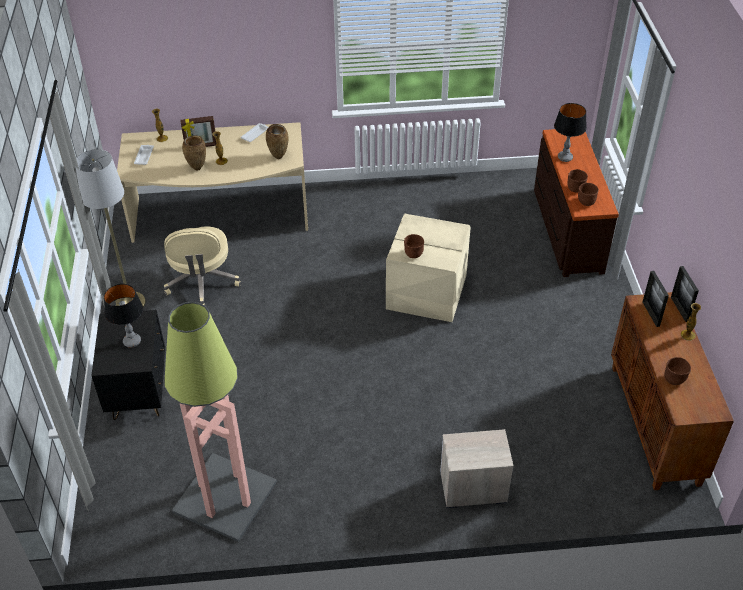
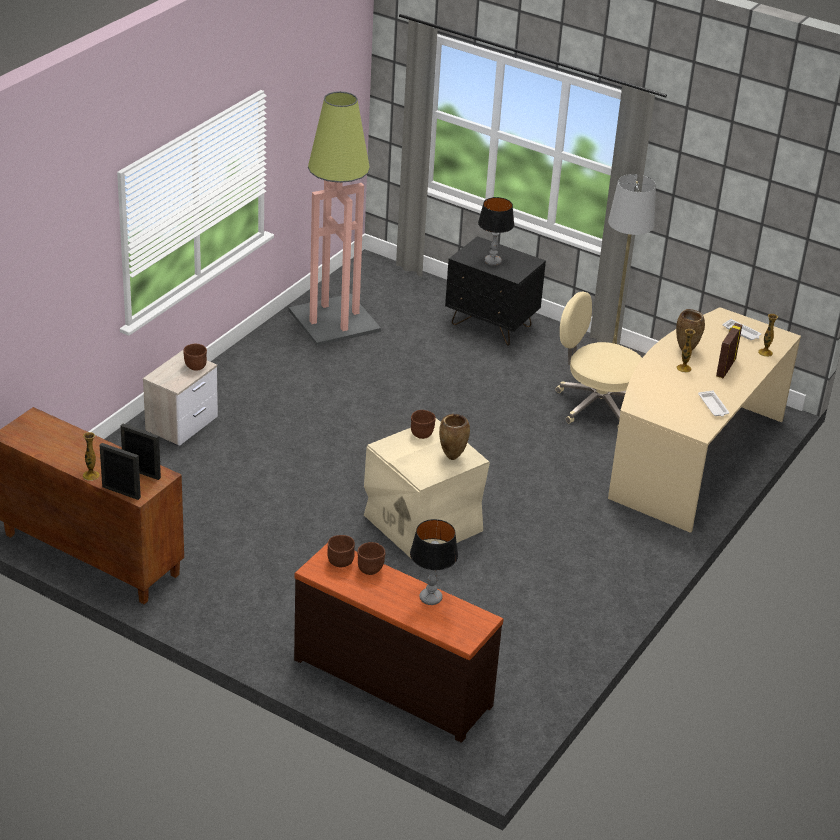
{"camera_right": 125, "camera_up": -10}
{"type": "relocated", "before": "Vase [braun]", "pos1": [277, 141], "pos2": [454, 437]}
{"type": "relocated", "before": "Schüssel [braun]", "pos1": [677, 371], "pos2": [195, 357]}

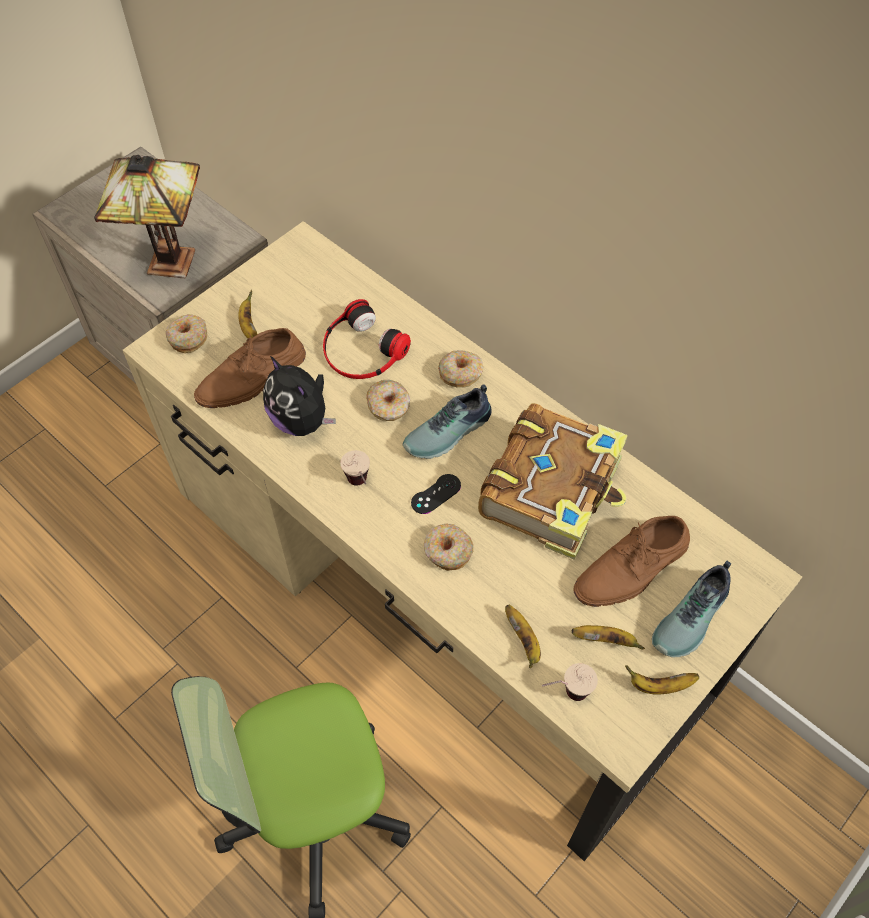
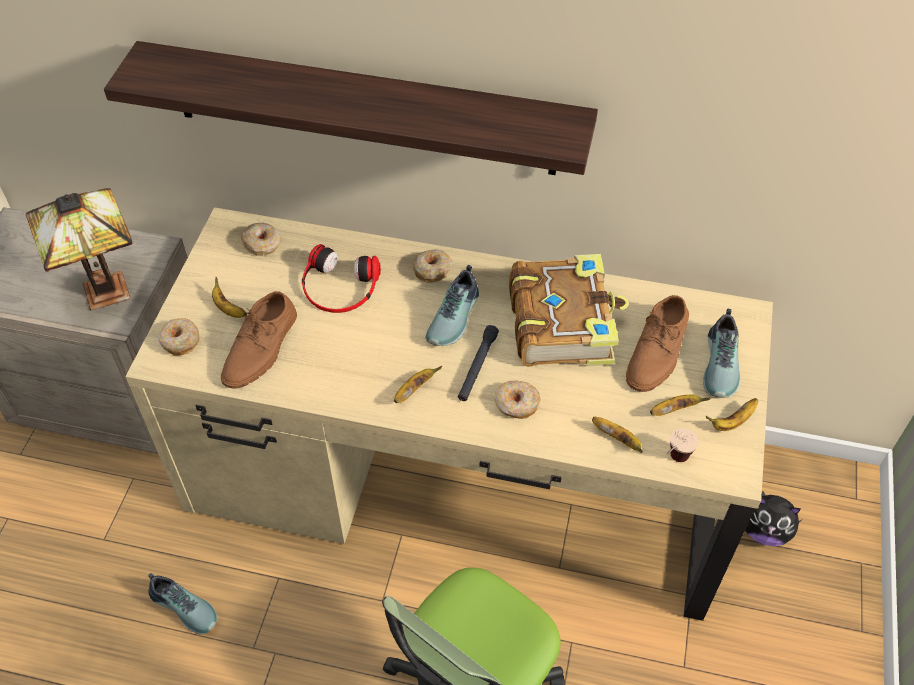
{"camera_right": -30, "camera_up": -5}
{"type": "relocated", "before": "Plüschtier", "pos1": [299, 396], "pos2": [774, 518]}
{"type": "exchanged", "before": "Tasse", "after": "Banane", "pos1": [355, 468], "pos2": [418, 384]}
{"type": "relocated", "before": "Donut", "pos1": [388, 400], "pos2": [261, 239]}
{"type": "exchanged", "before": "Gamepad [schwarz]", "after": "Taschenlampe [schwarz]", "pos1": [436, 494], "pos2": [478, 363]}
{"type": "appeared", "after": "Wandregal", "pos2": [351, 108]}
{"type": "appeared", "after": "Schuh", "pos2": [182, 603]}

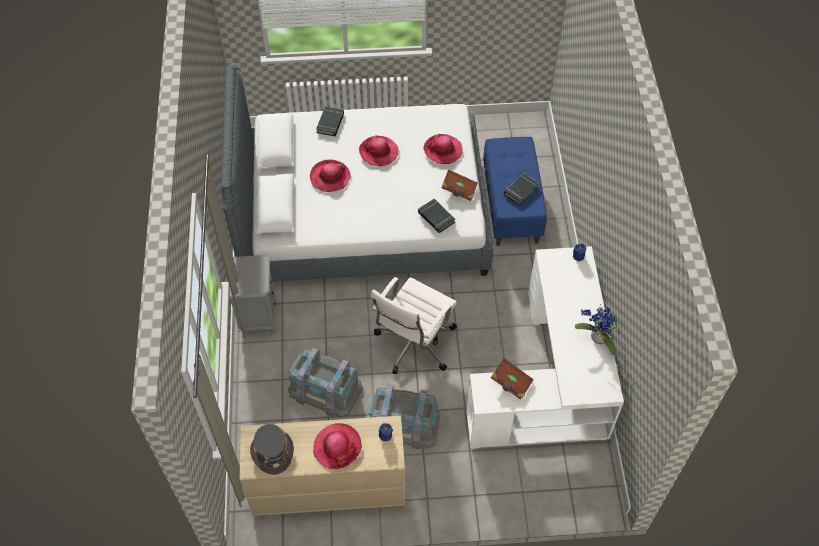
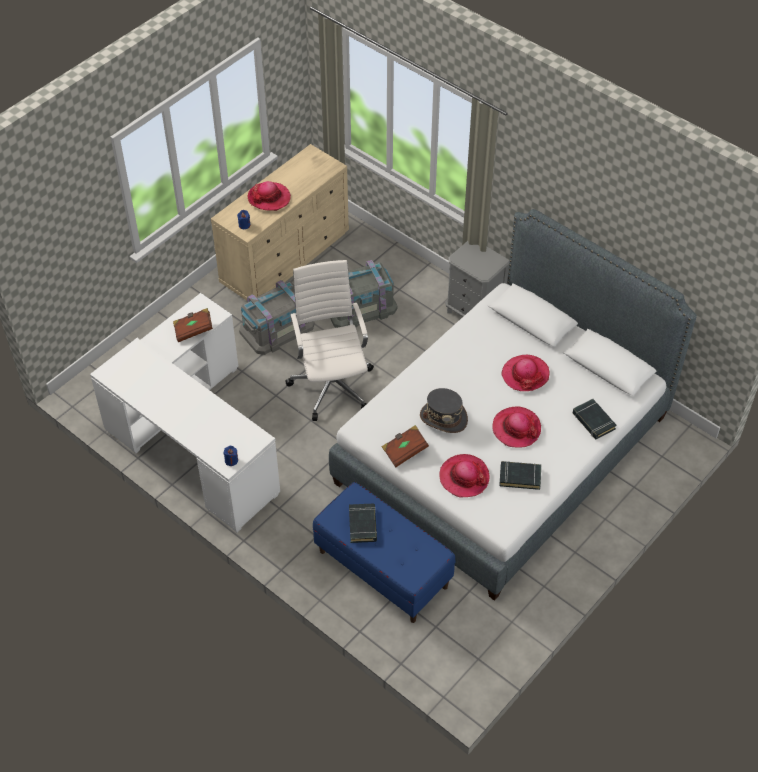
{"camera_right": 135, "camera_up": -5}
{"type": "relocated", "before": "Hut [grau]", "pos1": [272, 449], "pos2": [444, 410]}
{"type": "relocated", "before": "Buch [schwarz]", "pos1": [436, 216], "pos2": [520, 475]}
{"type": "missing", "before": "Topfpflanze", "pos1": [596, 329]}

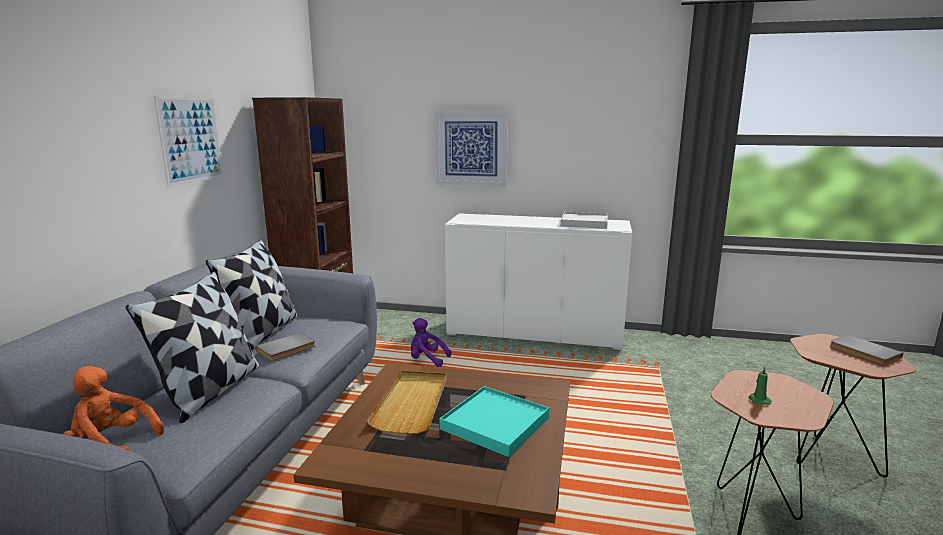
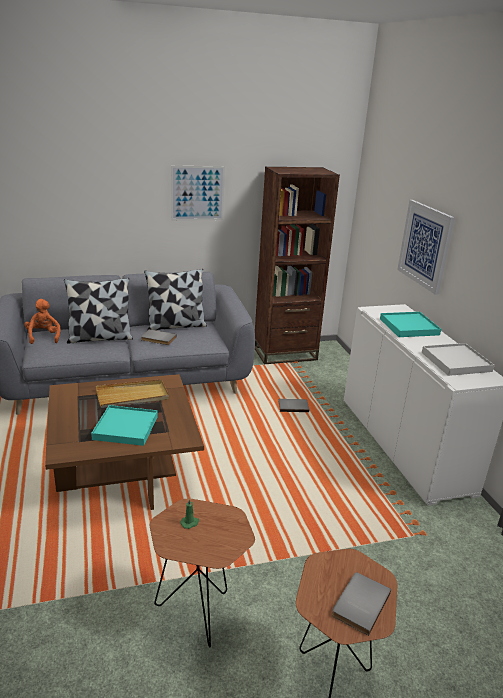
{"camera_right": 60, "camera_up": 10}
{"type": "exchanged", "before": "Plüschtier [lila]", "after": "Buch [grau]", "pos1": [431, 342], "pos2": [293, 405]}
{"type": "appeared", "after": "Tablett [türkis]", "pos2": [410, 324]}

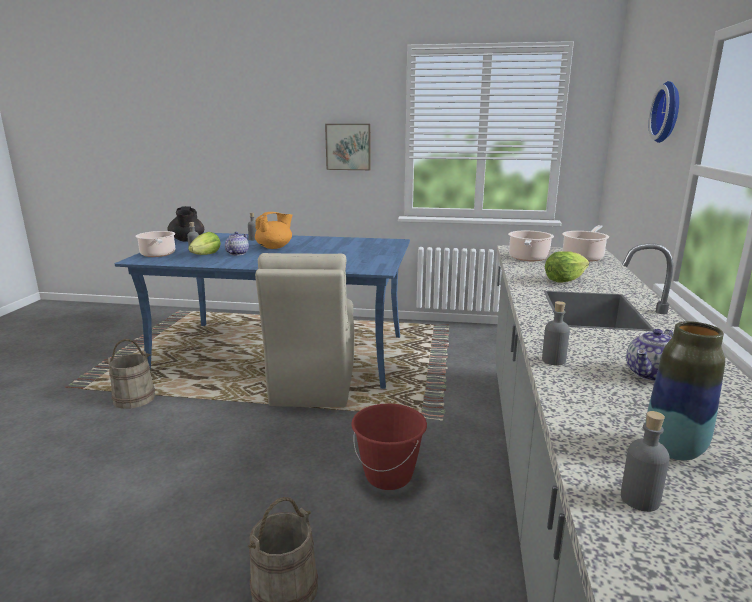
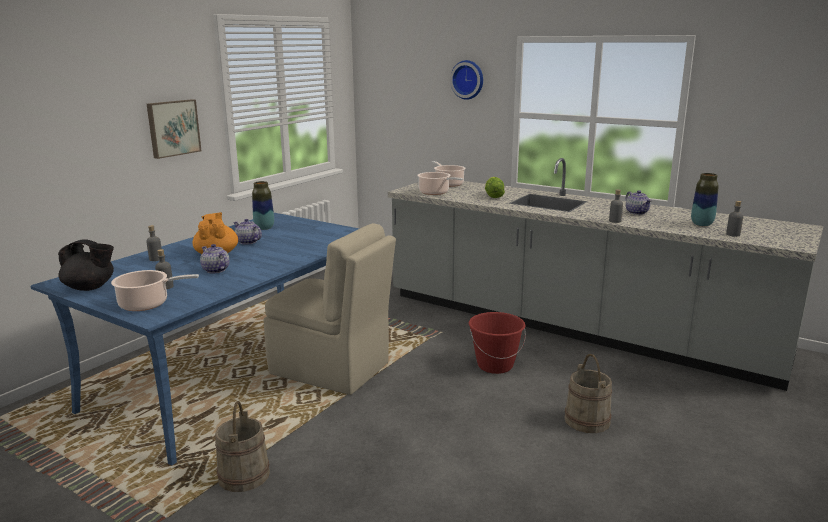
{"camera_right": -65, "camera_up": 0}
{"type": "missing", "before": "Salatkopf", "pos1": [204, 243]}
{"type": "appeared", "after": "Teekanne", "pos2": [247, 232]}
{"type": "appeared", "after": "Vase", "pos2": [263, 205]}

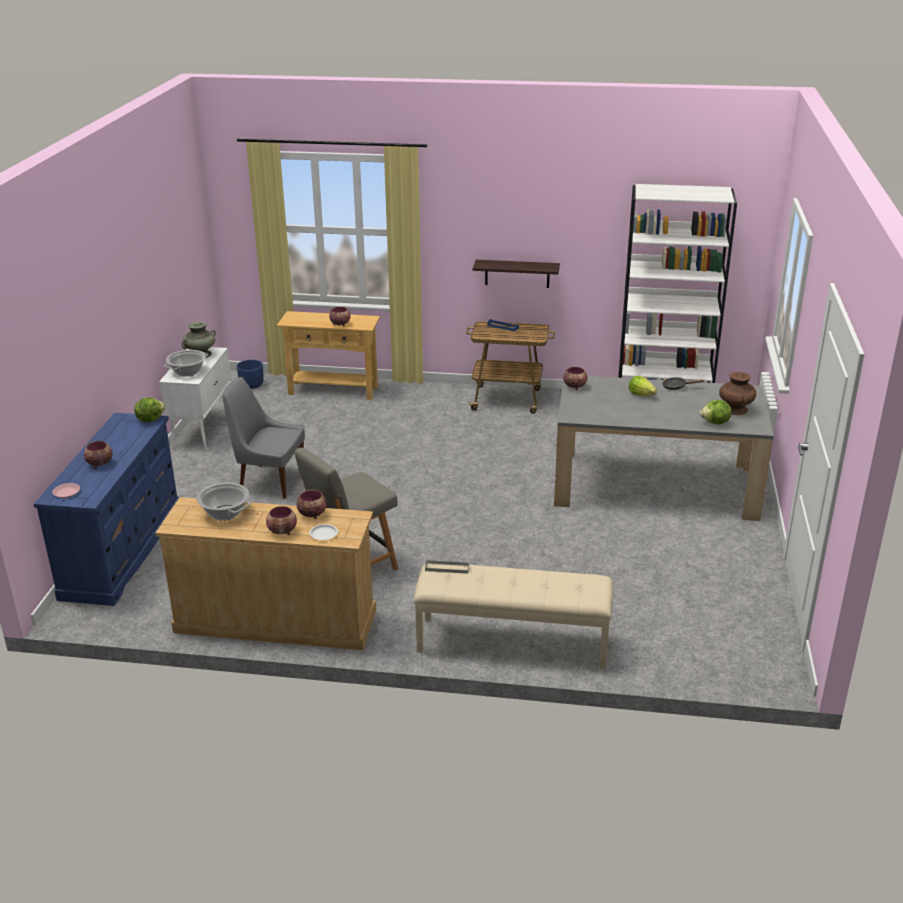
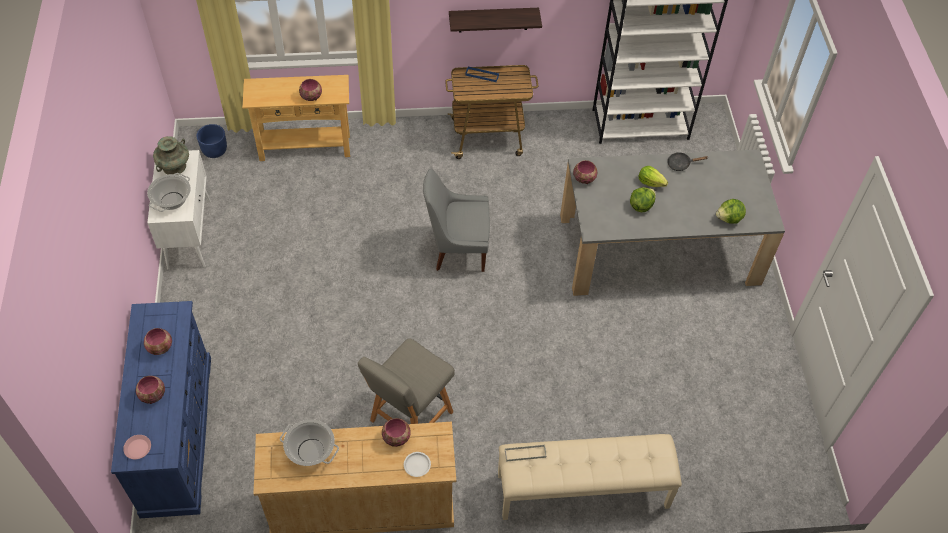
{"camera_right": -15, "camera_up": 25}
{"type": "relocated", "before": "Salatkopf", "pos1": [150, 410], "pos2": [643, 199]}
{"type": "relocated", "before": "Stuhl [grau]", "pos1": [263, 438], "pos2": [456, 220]}
{"type": "relocated", "before": "Schüssel", "pos1": [281, 520], "pos2": [158, 341]}
{"type": "missing", "before": "Vase [braun]", "pos1": [737, 393]}

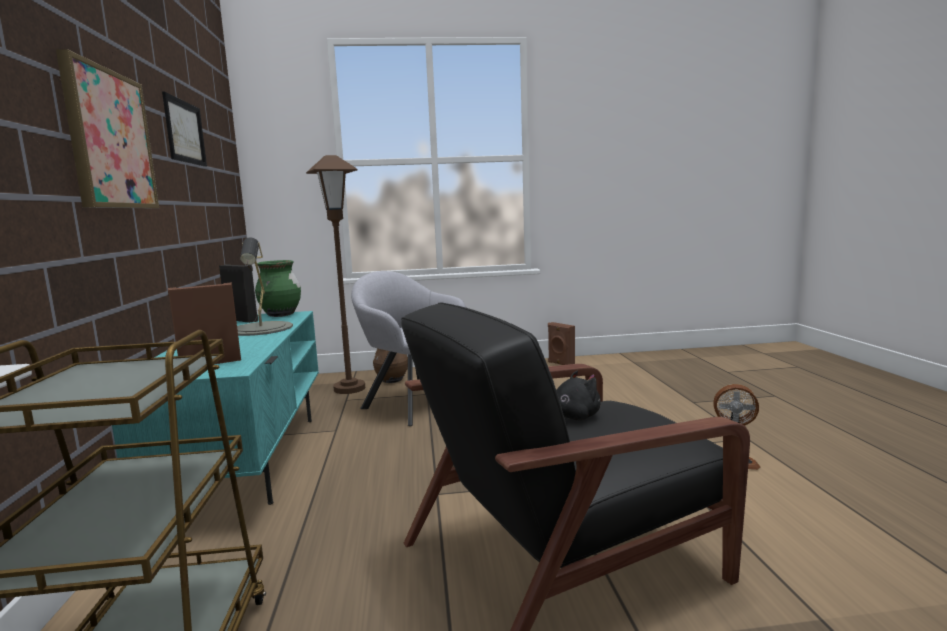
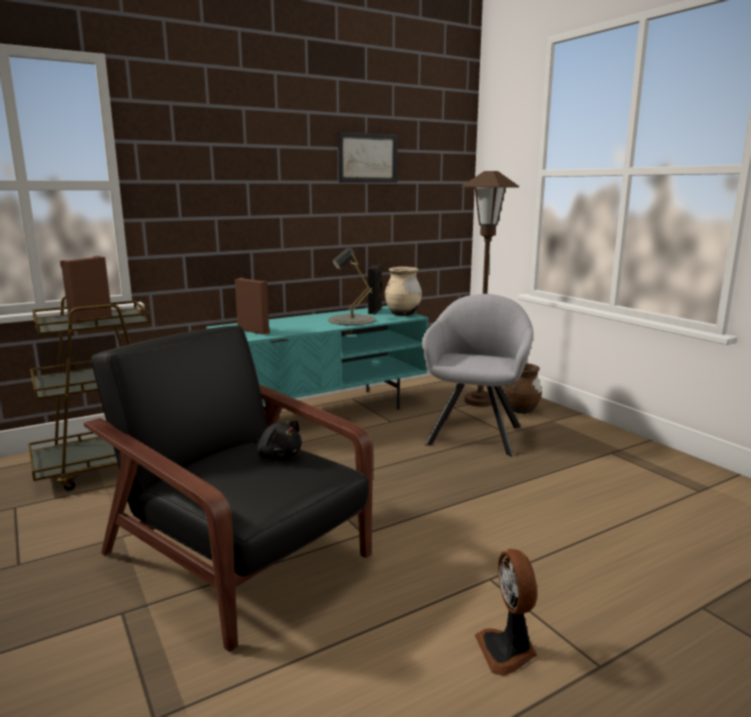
{"camera_right": 65, "camera_up": 5}
{"type": "missing", "before": "Bild", "pos1": [107, 128]}
{"type": "colour", "before": "Vase [grün]", "after": "Vase [beige]", "pos1": [278, 288], "pos2": [403, 291]}
{"type": "relocated", "before": "Lautsprecher [braun]", "pos1": [561, 343], "pos2": [86, 290]}

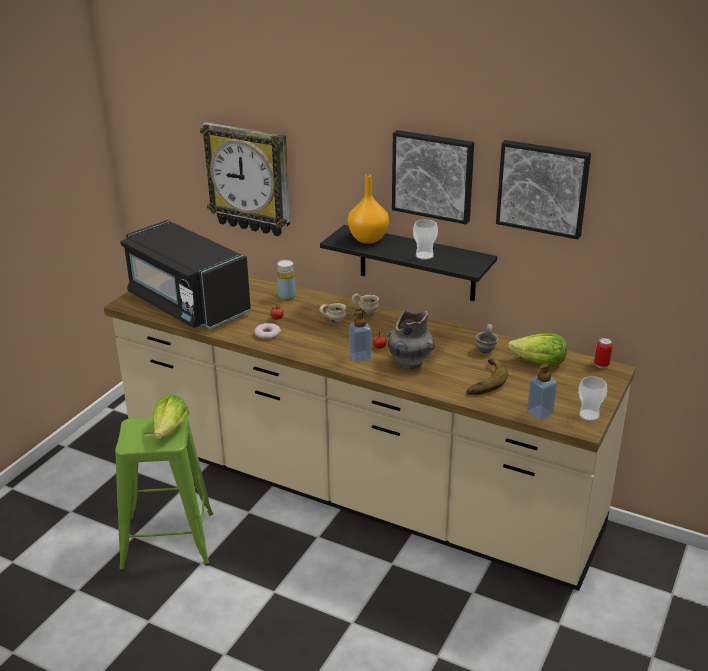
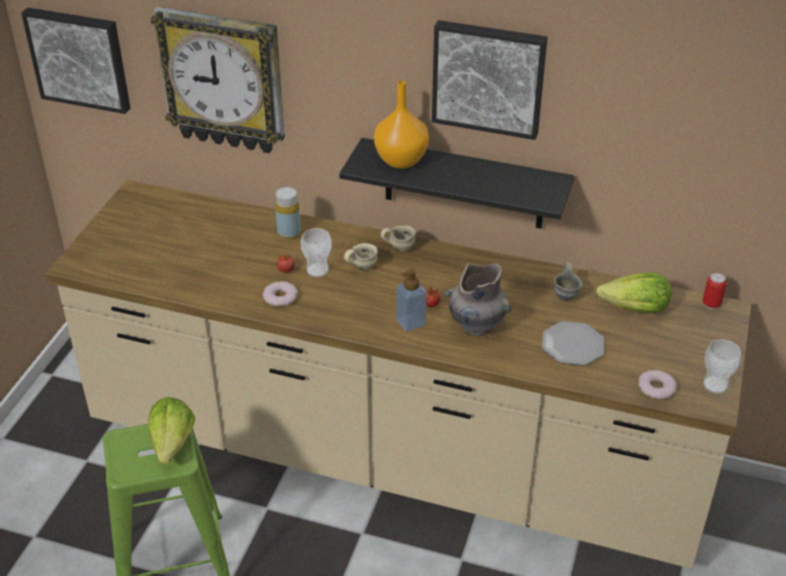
{"camera_right": -10, "camera_up": 10}
{"type": "missing", "before": "Mikrowelle [schwarz]", "pos1": [185, 274]}
{"type": "relocated", "before": "Tasse", "pos1": [425, 239], "pos2": [316, 252]}
{"type": "exchanged", "before": "Banane", "after": "Teller", "pos1": [487, 377], "pos2": [573, 343]}
{"type": "relocated", "before": "Bild", "pos1": [543, 189], "pos2": [75, 61]}
{"type": "exchanged", "before": "Seifenspender", "after": "Donut", "pos1": [542, 392], "pos2": [657, 384]}

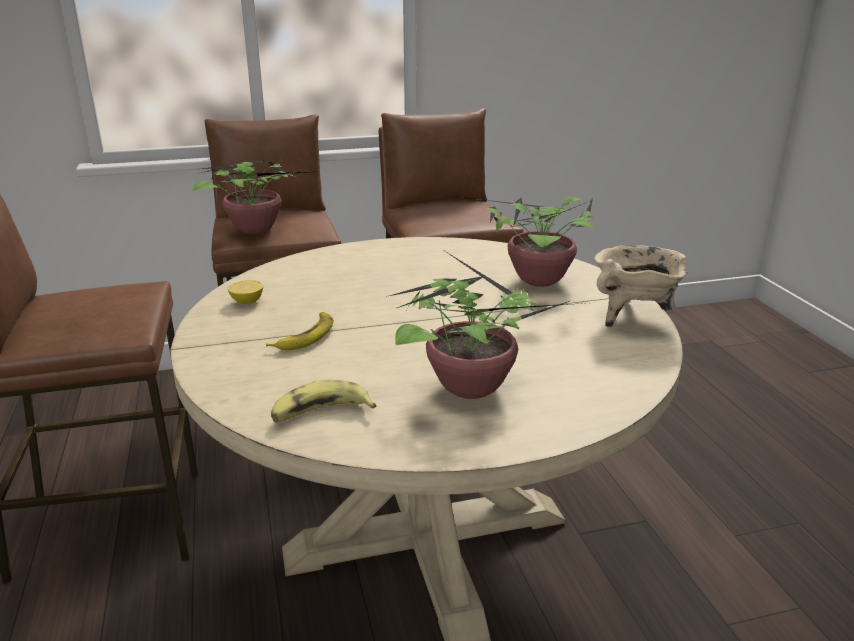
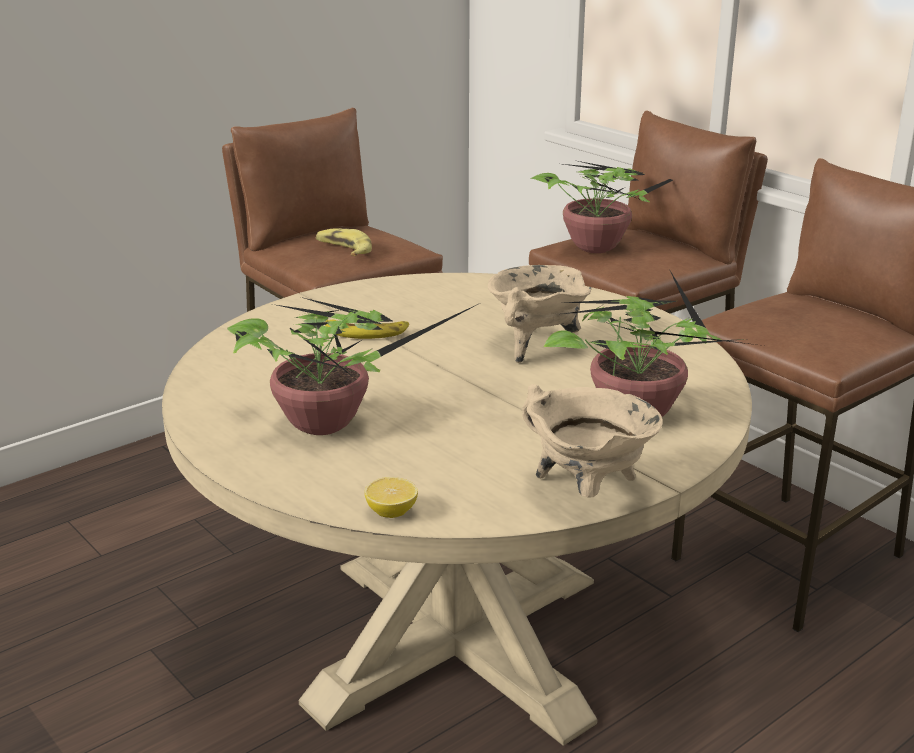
{"camera_right": 65, "camera_up": 0}
{"type": "relocated", "before": "Zitrone", "pos1": [245, 292], "pos2": [391, 497]}
{"type": "relocated", "before": "Banane", "pos1": [323, 401], "pos2": [344, 242]}
{"type": "appeared", "after": "Kochtopf [beige]", "pos2": [539, 314]}

